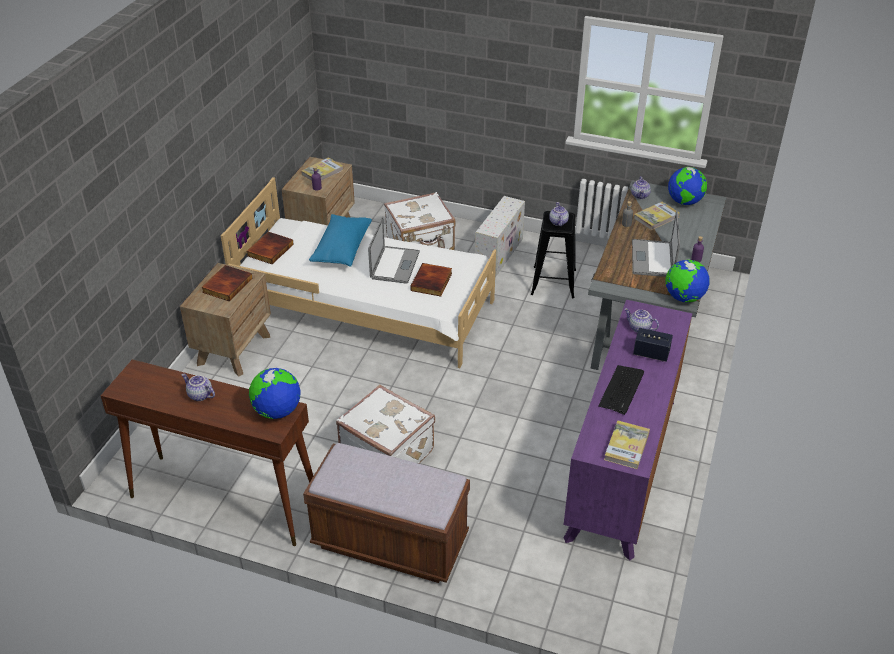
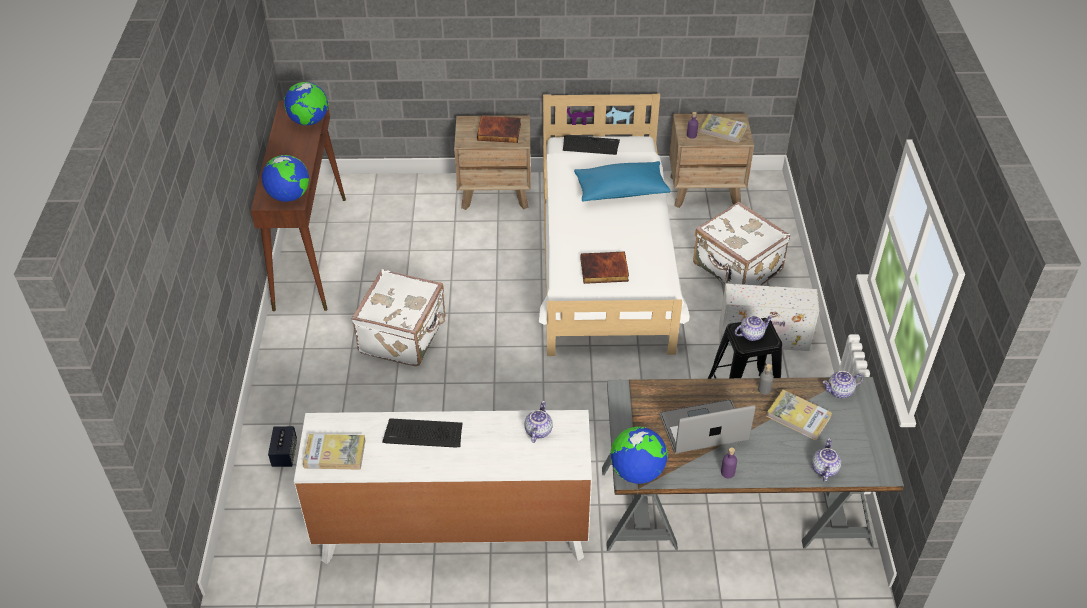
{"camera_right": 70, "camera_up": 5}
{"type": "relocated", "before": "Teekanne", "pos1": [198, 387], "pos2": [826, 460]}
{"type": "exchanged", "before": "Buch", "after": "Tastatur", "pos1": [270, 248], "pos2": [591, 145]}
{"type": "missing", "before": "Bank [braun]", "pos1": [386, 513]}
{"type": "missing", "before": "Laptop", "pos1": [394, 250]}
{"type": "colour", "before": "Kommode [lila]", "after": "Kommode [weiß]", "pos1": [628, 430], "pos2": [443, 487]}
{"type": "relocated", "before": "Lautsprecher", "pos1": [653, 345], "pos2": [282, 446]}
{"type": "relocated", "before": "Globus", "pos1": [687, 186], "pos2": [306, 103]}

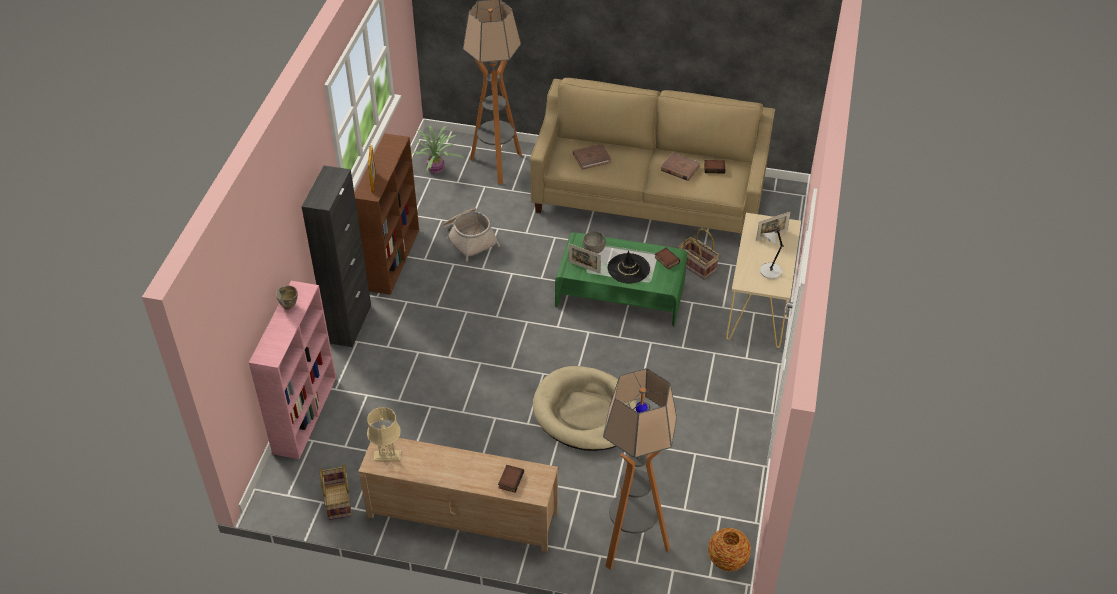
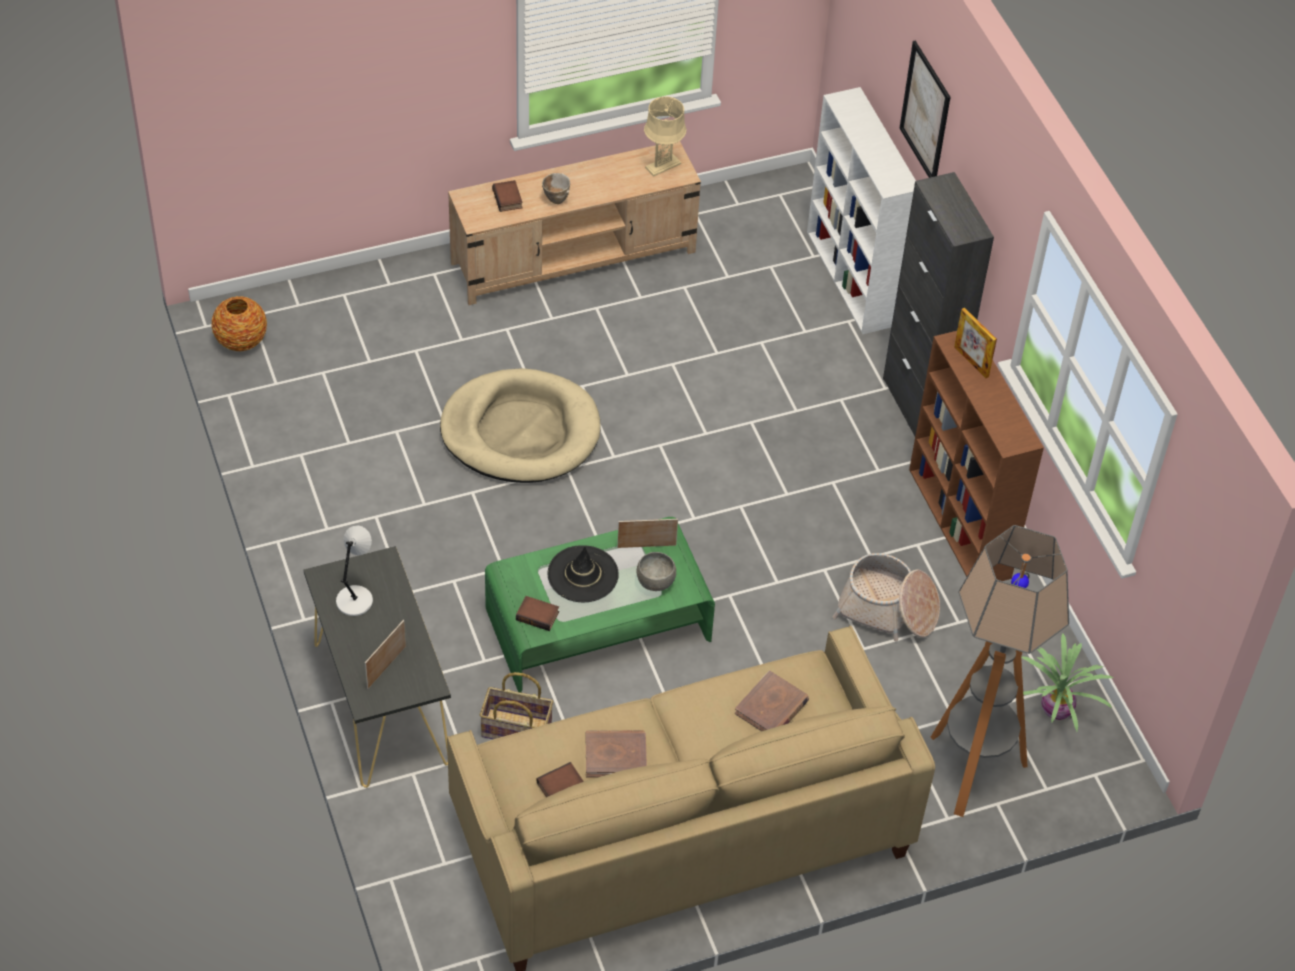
{"camera_right": 145, "camera_up": 5}
{"type": "colour", "before": "Bücherregal [rosa]", "after": "Bücherregal [weiß]", "pos1": [292, 370], "pos2": [861, 210]}
{"type": "relocated", "before": "Schüssel", "pos1": [287, 297], "pos2": [556, 188]}
{"type": "missing", "before": "Korb", "pos1": [335, 492]}
{"type": "missing", "before": "Stehlampe", "pos1": [640, 469]}
{"type": "colour", "before": "Konsolentisch [beige]", "after": "Konsolentisch [schwarz]", "pos1": [763, 280], "pos2": [377, 667]}
{"type": "appeared", "after": "Bild", "pos2": [925, 109]}

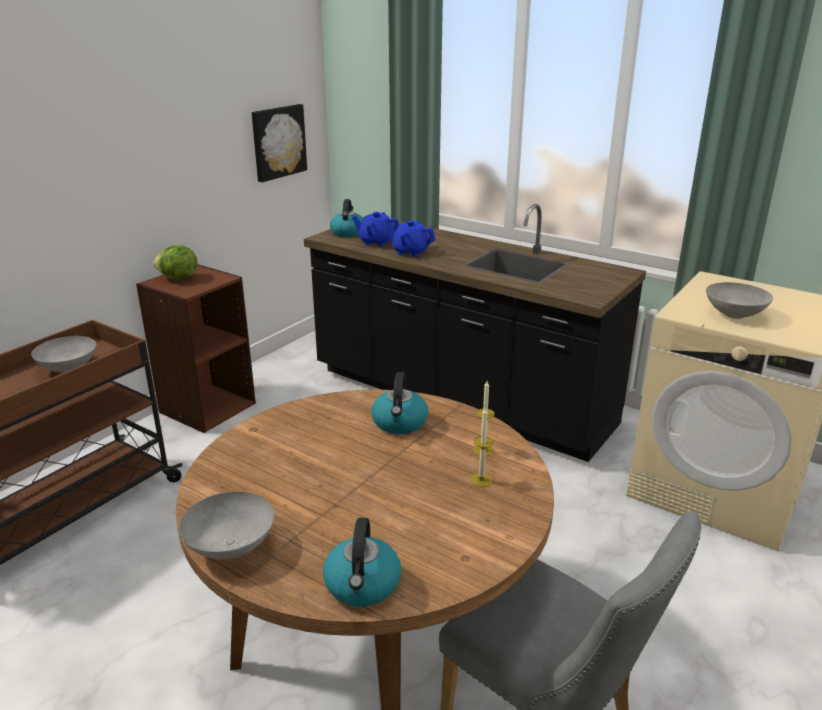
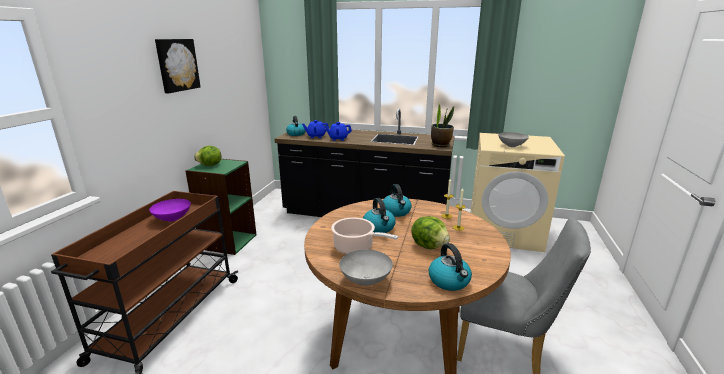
{"camera_right": -20, "camera_up": -5}
{"type": "colour", "before": "Schüssel [grau]", "after": "Schüssel [lila]", "pos1": [63, 354], "pos2": [170, 210]}
{"type": "colour", "before": "Bücherregal [braun]", "after": "Bücherregal [grün]", "pos1": [196, 348], "pos2": [220, 207]}
{"type": "relocated", "before": "Bild", "pos1": [279, 143], "pos2": [178, 66]}
{"type": "appeared", "after": "Kochtopf", "pos2": [364, 235]}
{"type": "appeared", "after": "Wasserkessel", "pos2": [379, 215]}
{"type": "appeared", "after": "Salatkopf", "pos2": [430, 232]}
{"type": "appeared", "after": "Topfpflanze", "pos2": [442, 125]}

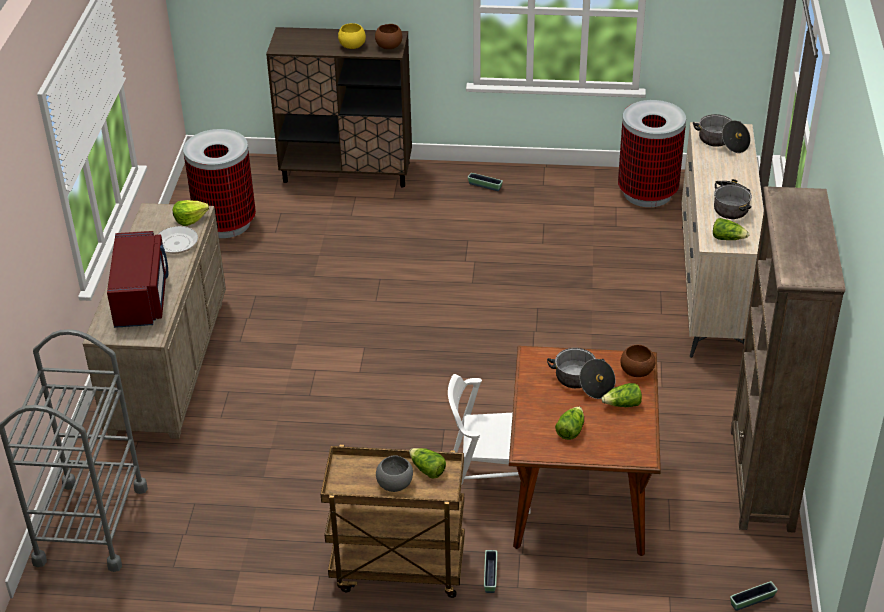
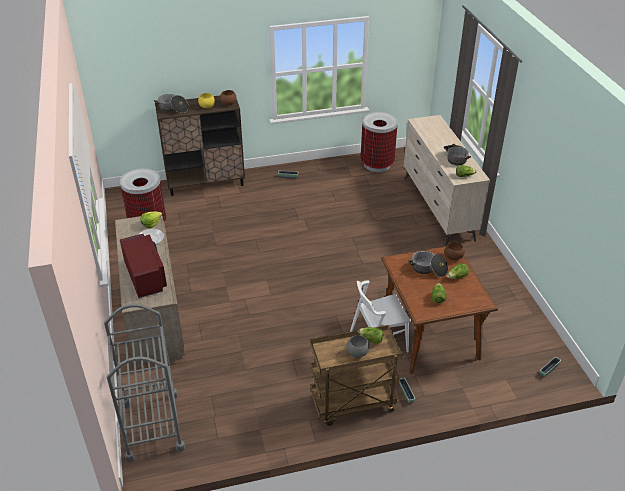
{"camera_right": -20, "camera_up": 0}
{"type": "relocated", "before": "Kochtopf", "pos1": [722, 133], "pos2": [171, 103]}
{"type": "missing", "before": "Bücherregal [braun]", "pos1": [788, 359]}

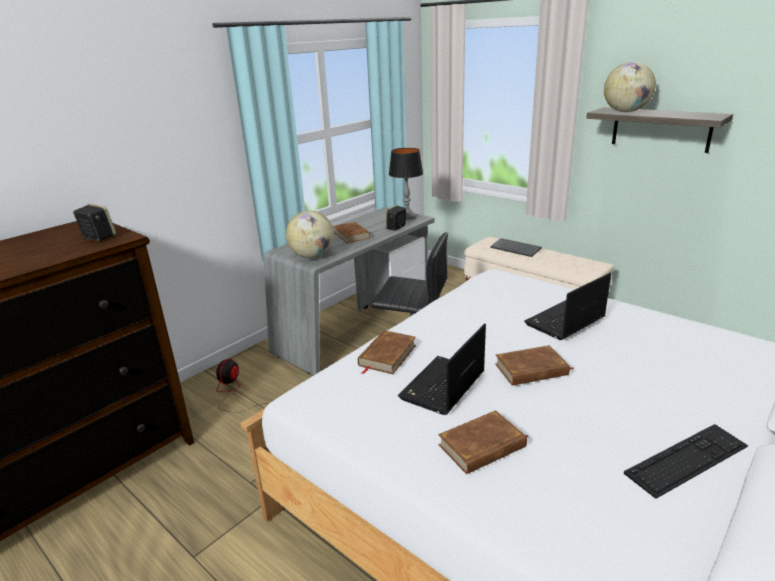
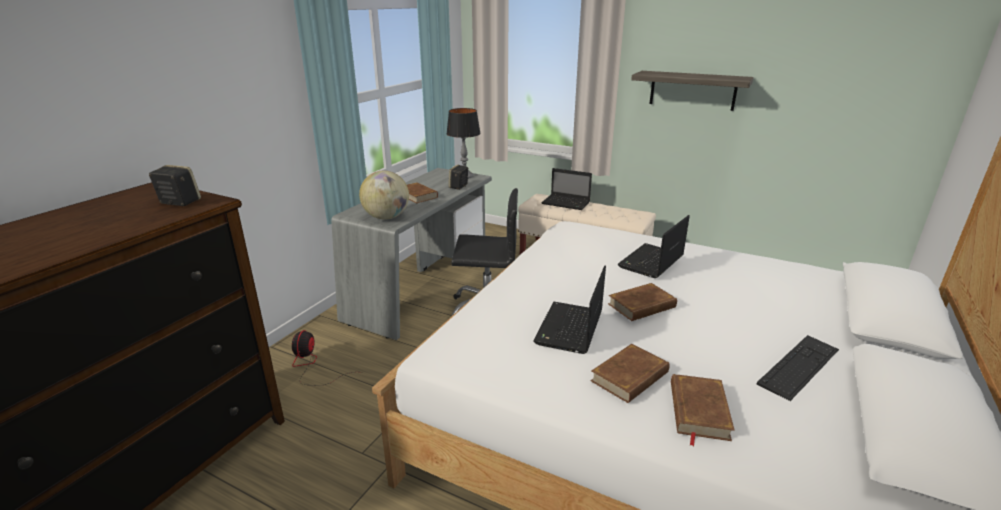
{"camera_right": -15, "camera_up": 0}
{"type": "relocated", "before": "Buch [braun]", "pos1": [387, 352], "pos2": [703, 410]}
{"type": "exchanged", "before": "Tastatur", "after": "Laptop", "pos1": [516, 247], "pos2": [567, 189]}
{"type": "missing", "before": "Globus", "pos1": [630, 87]}

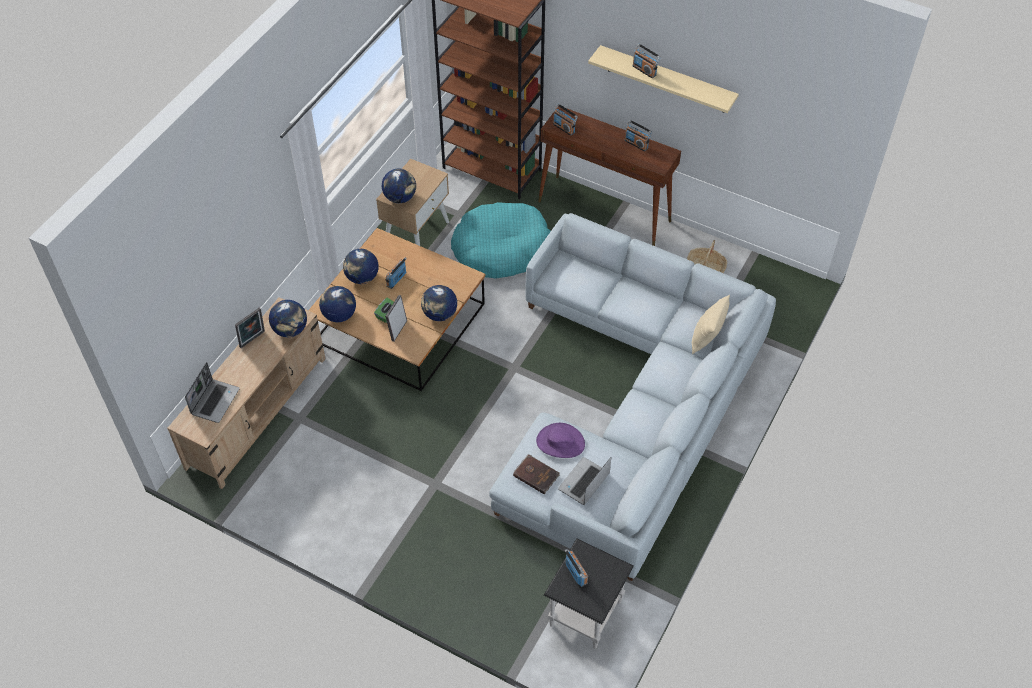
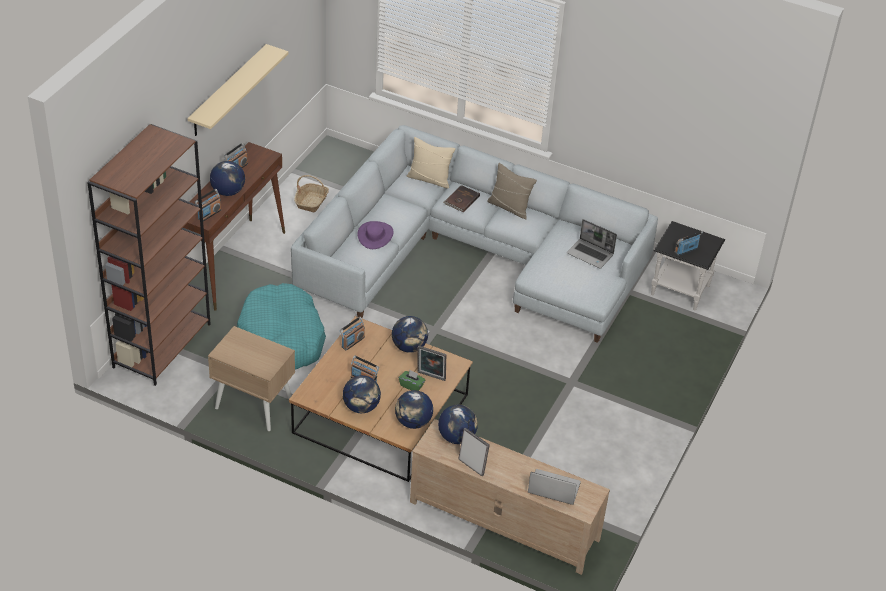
{"camera_right": -95, "camera_up": -10}
{"type": "relocated", "before": "Globus", "pos1": [399, 186], "pos2": [227, 178]}
{"type": "relocated", "before": "Buch [braun]", "pos1": [536, 474], "pos2": [461, 199]}
{"type": "relocated", "before": "Hut [lila]", "pos1": [560, 440], "pos2": [375, 235]}
{"type": "relocated", "before": "Radio", "pos1": [646, 61], "pos2": [352, 334]}
{"type": "appeared", "after": "Kissen [beige]", "pos2": [512, 191]}

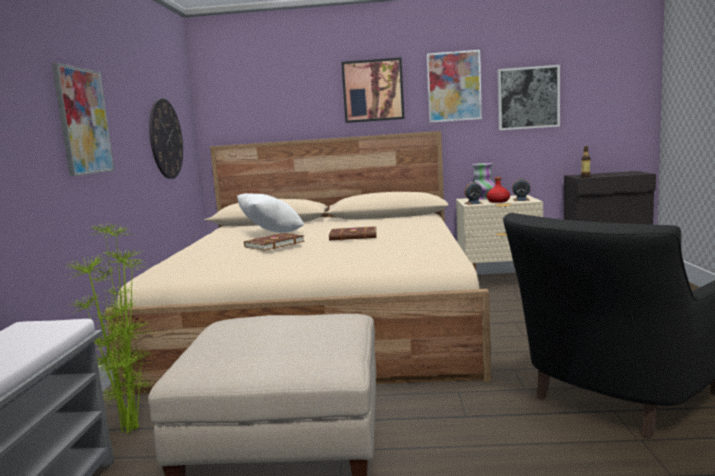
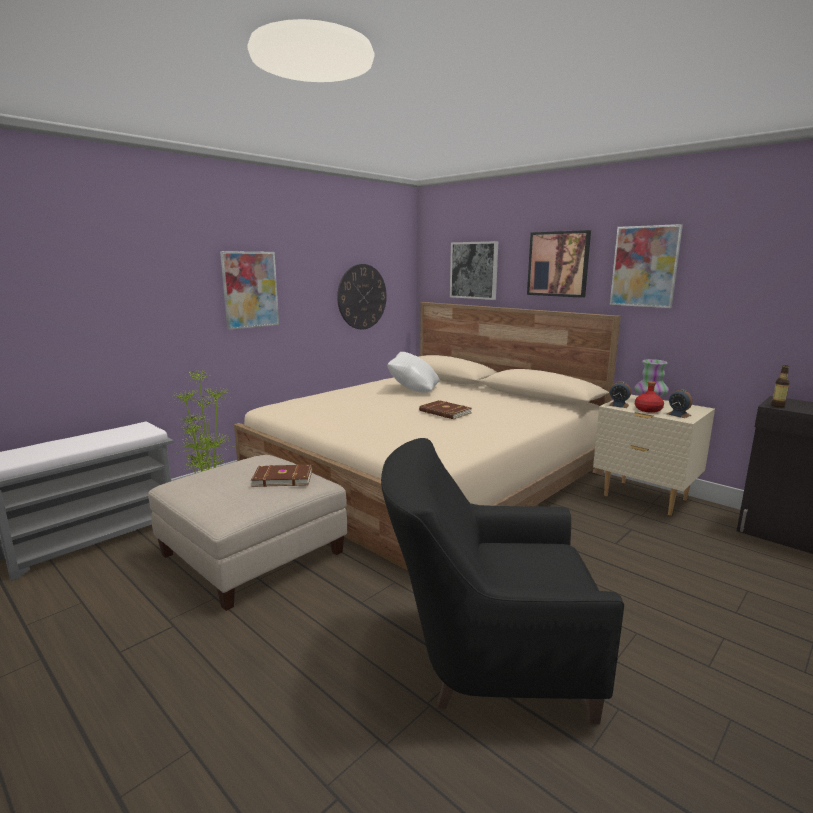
{"camera_right": 40, "camera_up": 5}
{"type": "relocated", "before": "Buch [braun]", "pos1": [274, 242], "pos2": [281, 475]}
{"type": "relocated", "before": "Bild", "pos1": [529, 97], "pos2": [474, 270]}

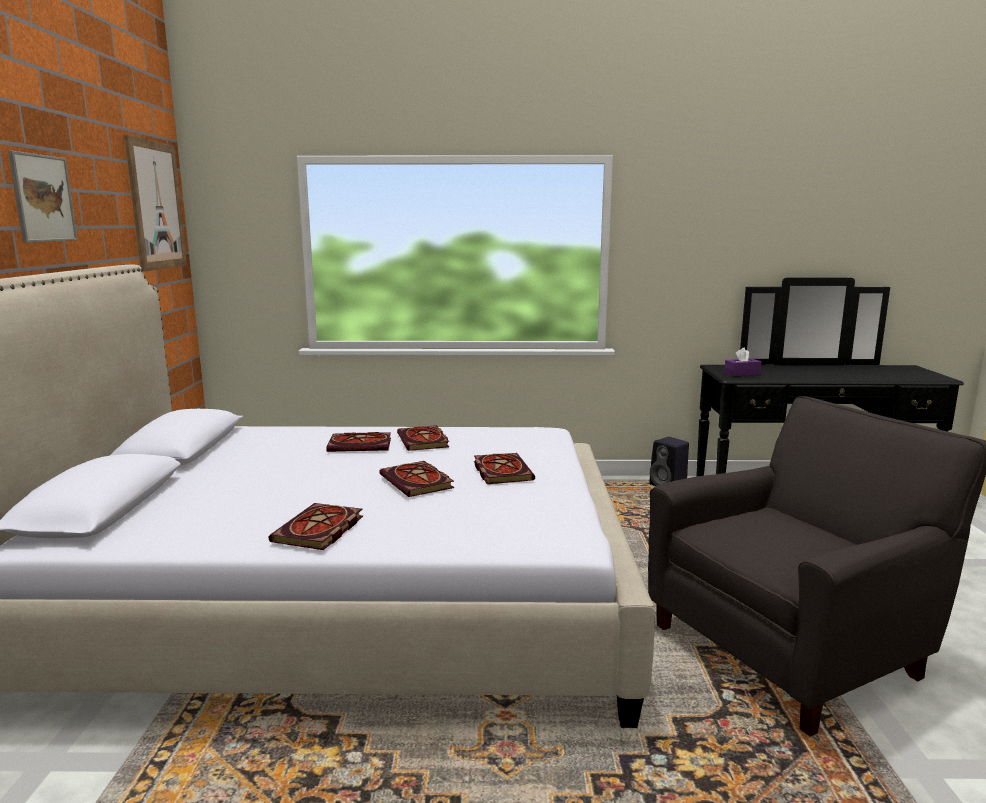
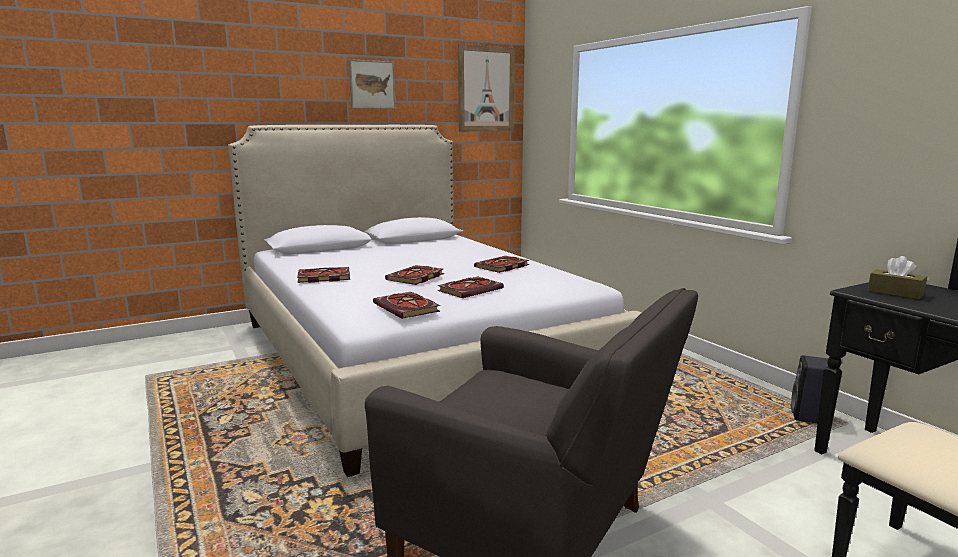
{"camera_right": 60, "camera_up": 0}
{"type": "relocated", "before": "Buch", "pos1": [358, 442], "pos2": [406, 305]}
{"type": "colour", "before": "Taschentuchbox [lila]", "after": "Taschentuchbox [braun]", "pos1": [742, 362], "pos2": [897, 277]}

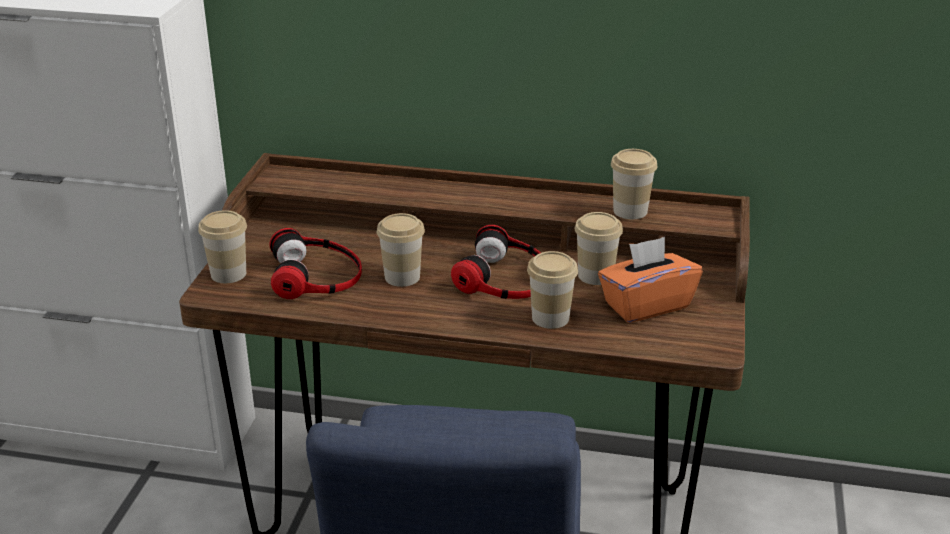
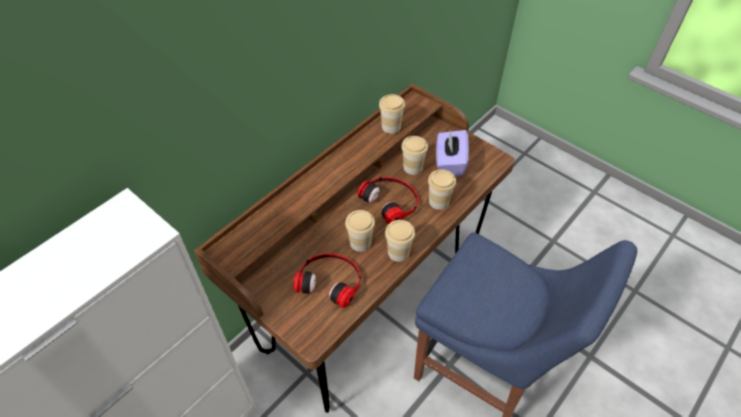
{"camera_right": -60, "camera_up": 20}
{"type": "relocated", "before": "Tasse", "pos1": [222, 246], "pos2": [400, 241]}
{"type": "colour", "before": "Taschentuchbox [orange]", "after": "Taschentuchbox [lila]", "pos1": [650, 280], "pos2": [452, 153]}

